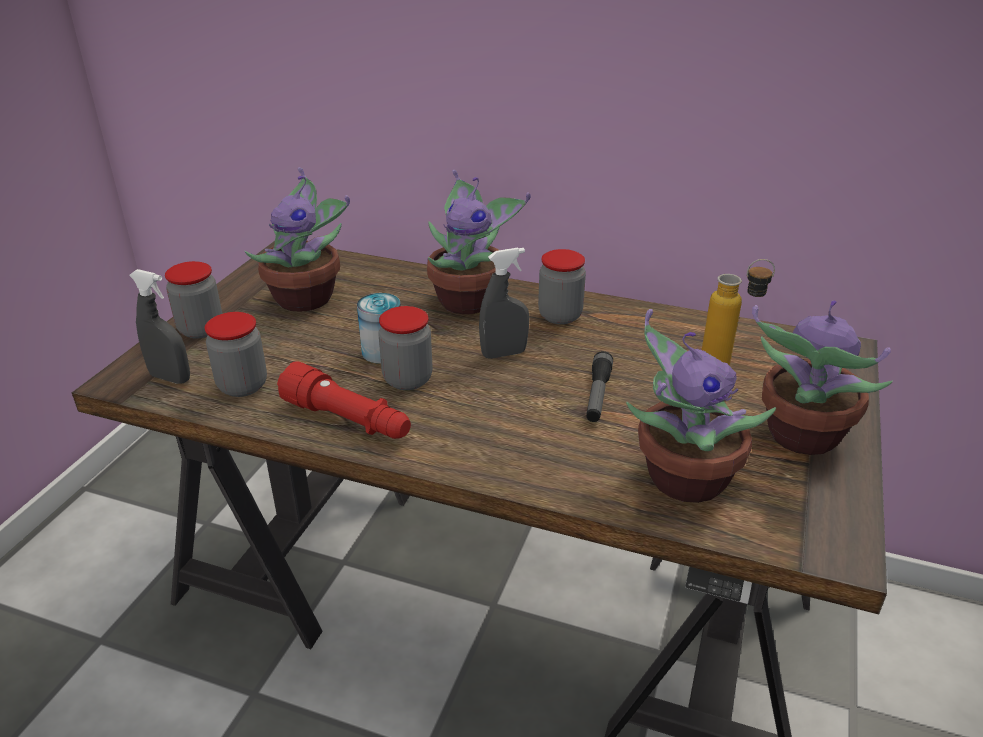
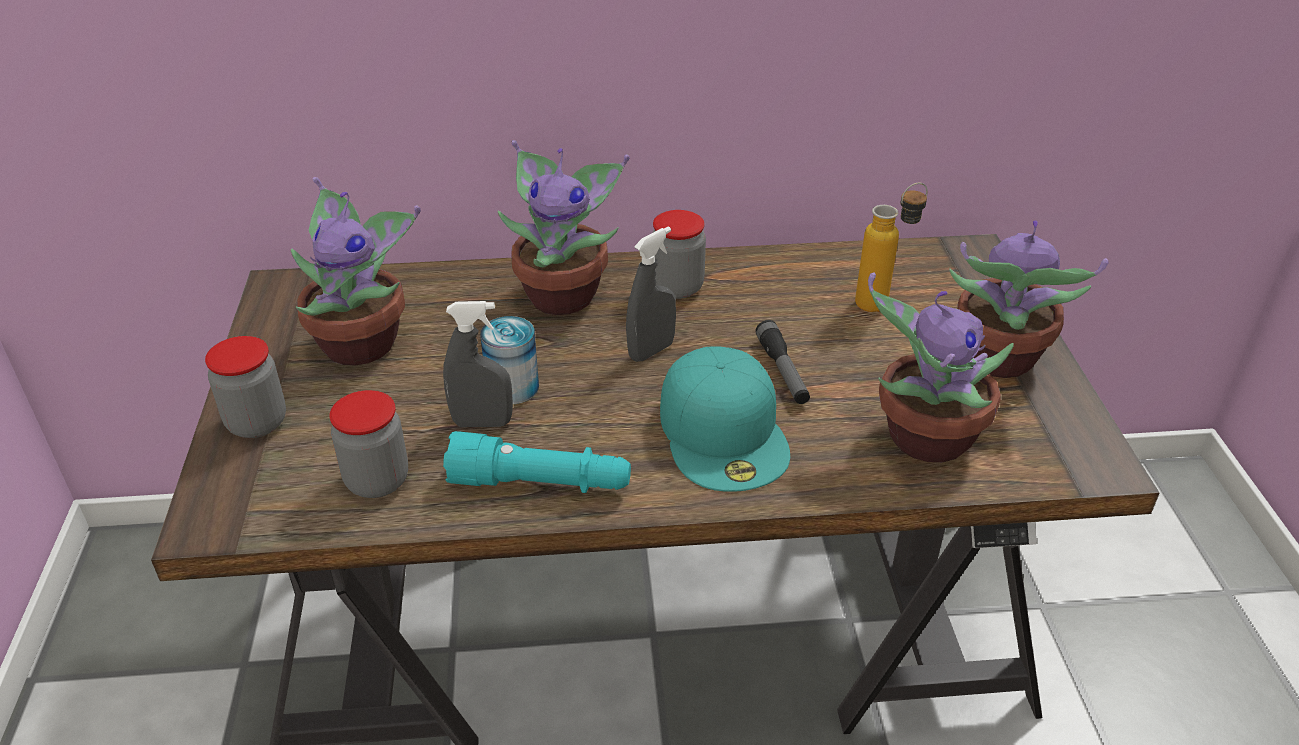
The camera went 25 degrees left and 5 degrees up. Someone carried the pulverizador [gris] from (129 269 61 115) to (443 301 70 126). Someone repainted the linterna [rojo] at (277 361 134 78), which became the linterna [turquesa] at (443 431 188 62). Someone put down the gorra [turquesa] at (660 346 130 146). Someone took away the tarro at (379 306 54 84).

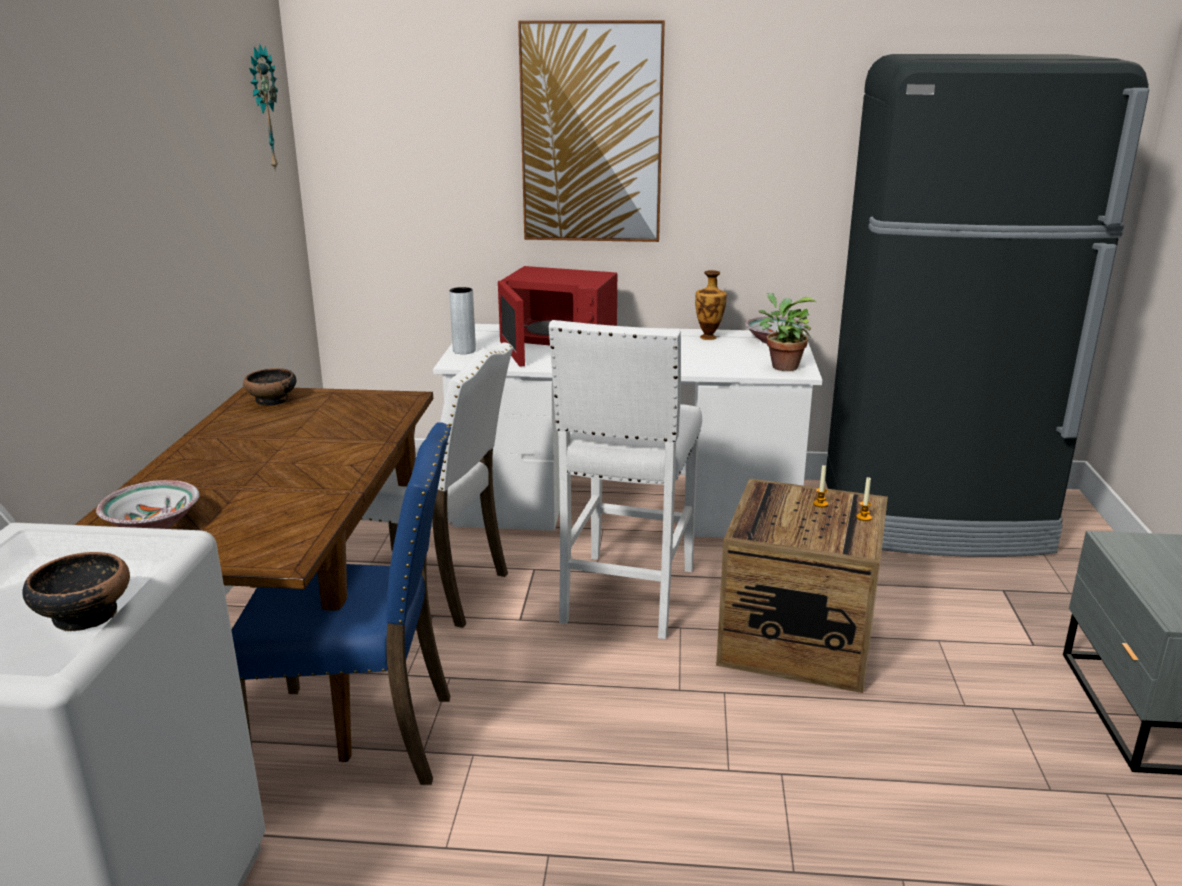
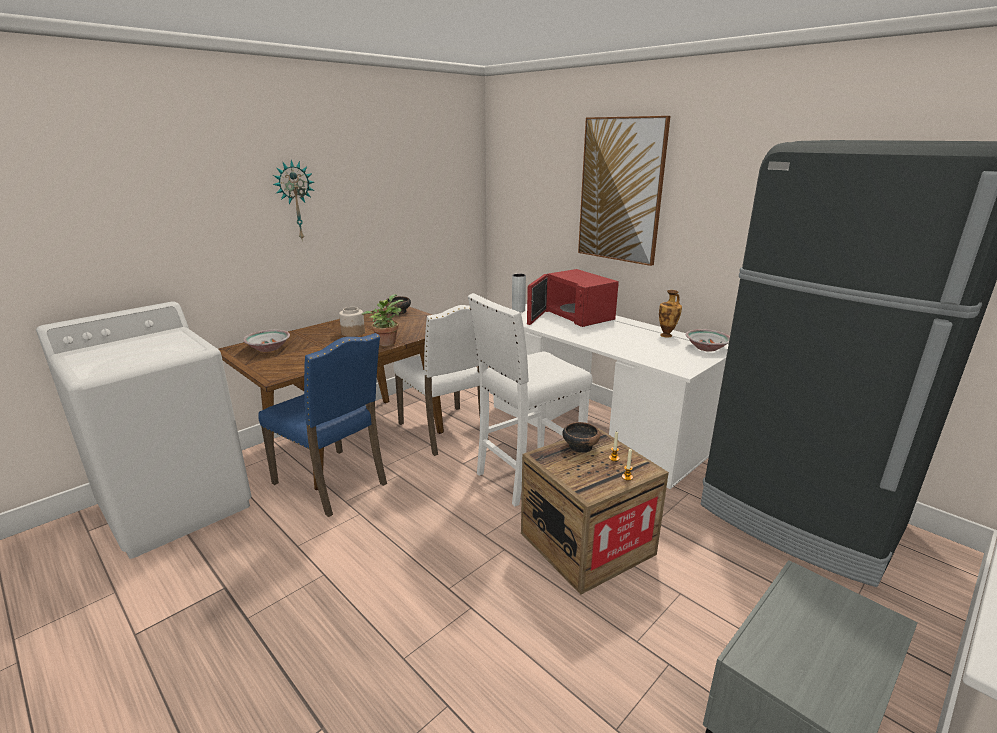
The camera went 40 degrees right and 0 degrees up. Someone carried the reloj de pared from (249 44 29 128) to (273 160 41 81). Someone put down the tarro at (339 307 26 30). Someone carried the planta en maceta from (759 293 58 78) to (362 294 42 52). Someone carried the cuenco from (22 552 108 79) to (562 422 38 31).

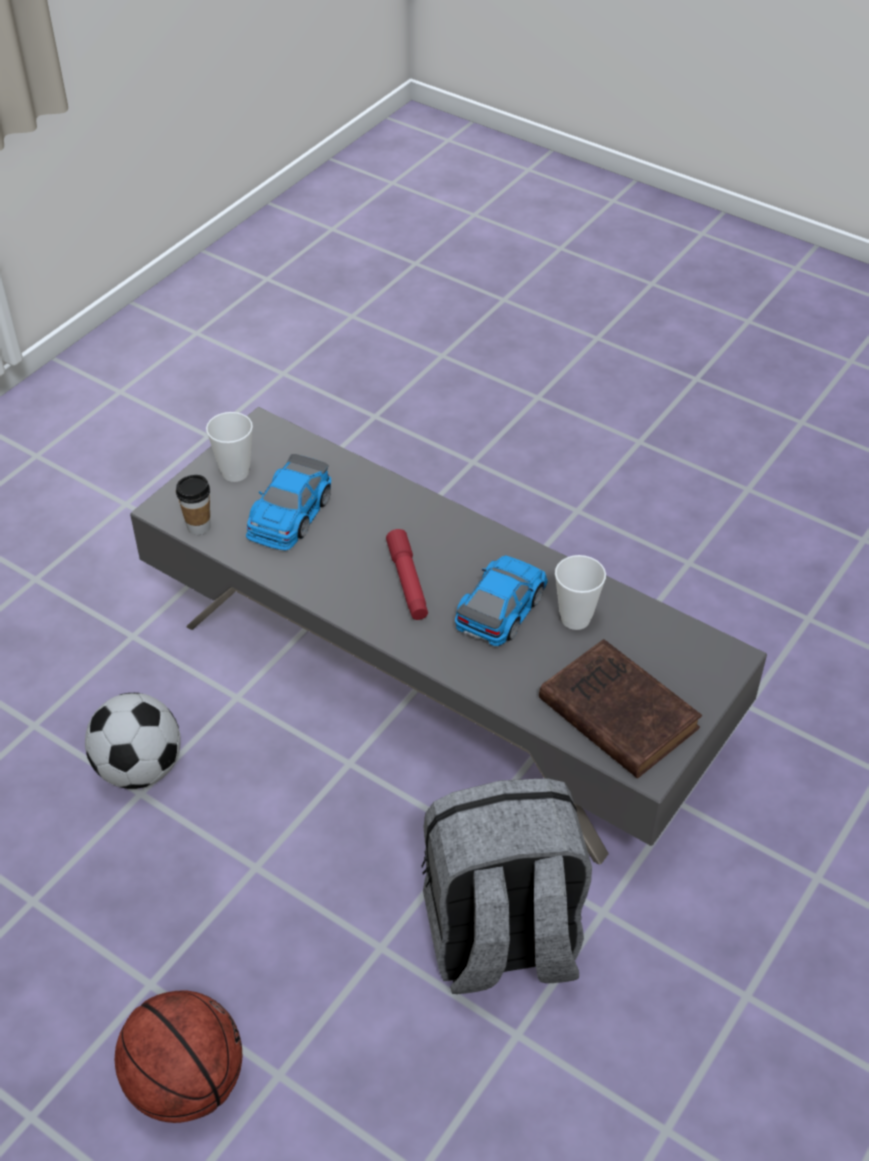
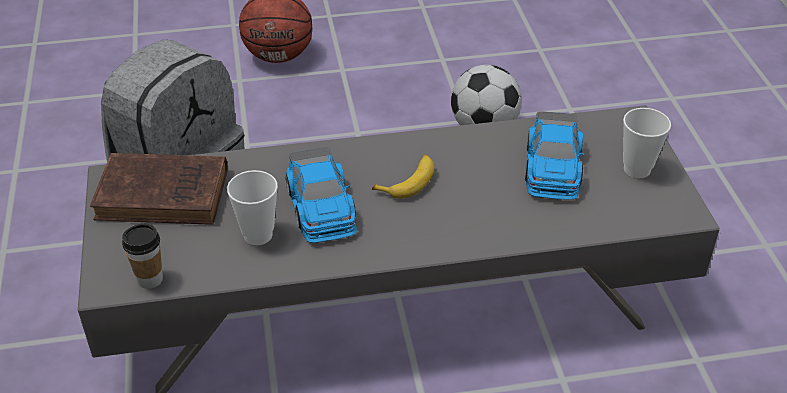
The camera went 135 degrees right and 5 degrees down. Someone carried the taza from (176 475 35 60) to (122 224 41 65). Someone swapped the linterna [rojo] at (386 529 42 91) for the plátano at (372 155 62 44). Someone rotated the coche de juguete at (246 454 85 97) by 150 degrees counterclockwise.

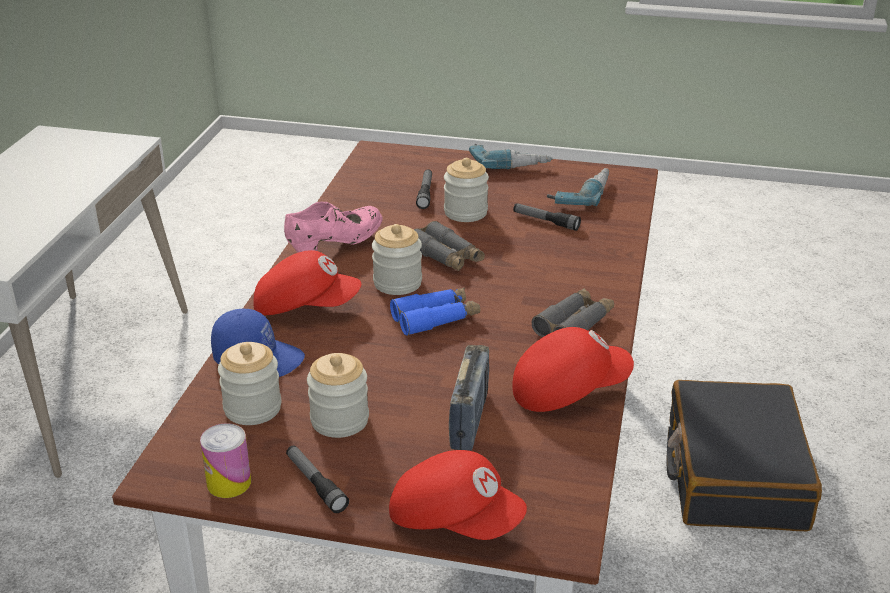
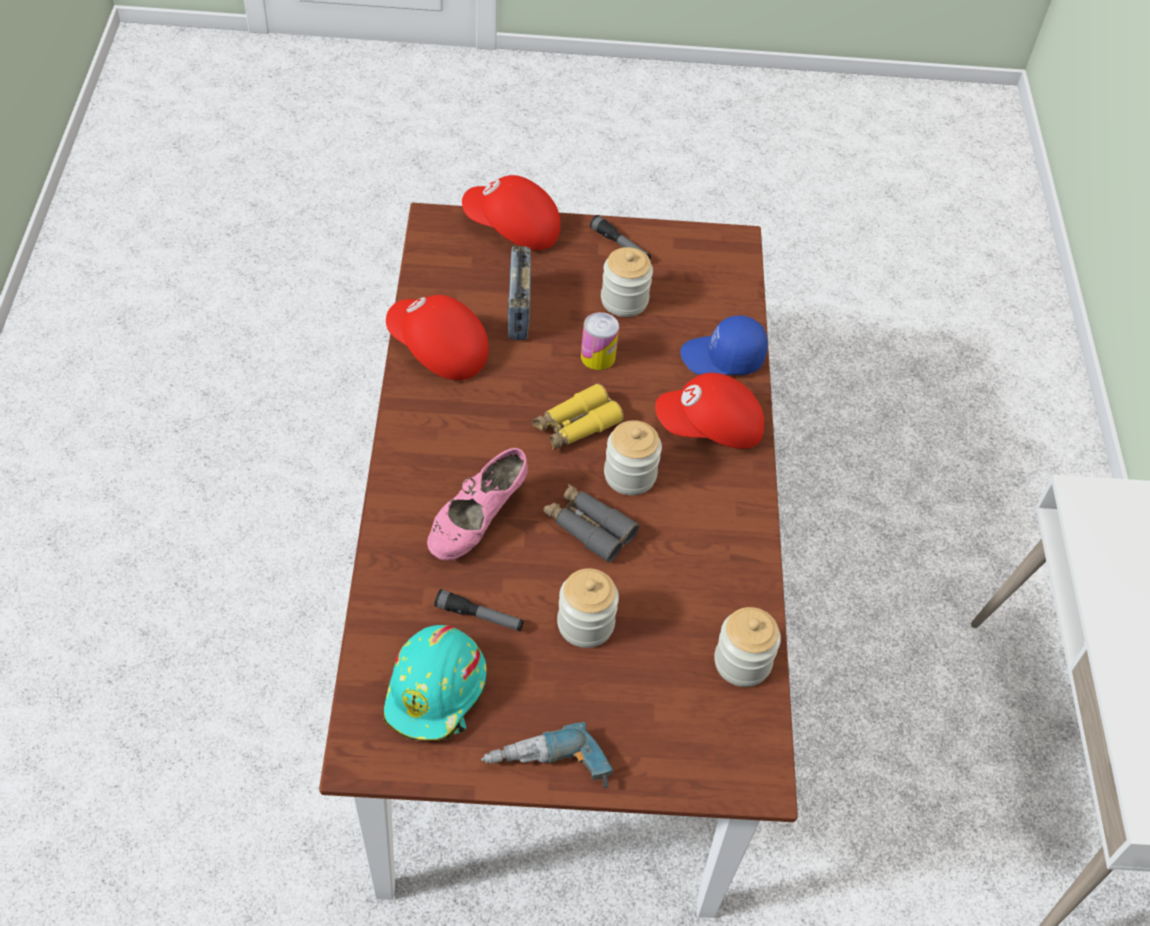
The camera went 165 degrees right and 20 degrees up. Someone swapped the taladro at (547 168 62 38) for the casco [turquesa] at (384 625 103 116). Someone rotated the gorra [rojo] at (512 327 122 85) by 60 degrees clockwise. Someone carried the zapato [rosa] from (284 202 99 51) to (427 448 101 113). Someone repainted the prismáticos [azul] at (390 288 90 48), which became the prismáticos [amarillo] at (532 383 92 67). Someone carried the lata from (200 423 51 75) to (581 312 38 58). Someone carried the tarro from (218 342 63 83) to (714 607 67 80). Someone took away the linterna at (416 169 16 40). Someone took away the prismáticos [gris] at (532 288 82 49). Someone took away the maleta [negro] at (666 380 156 151).

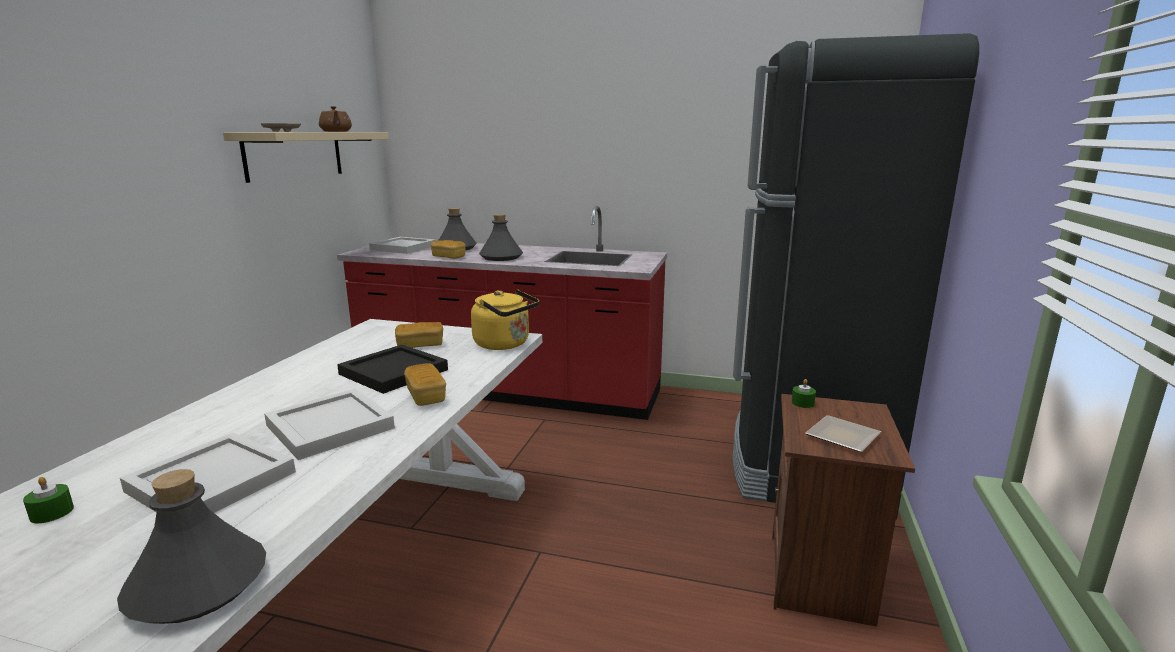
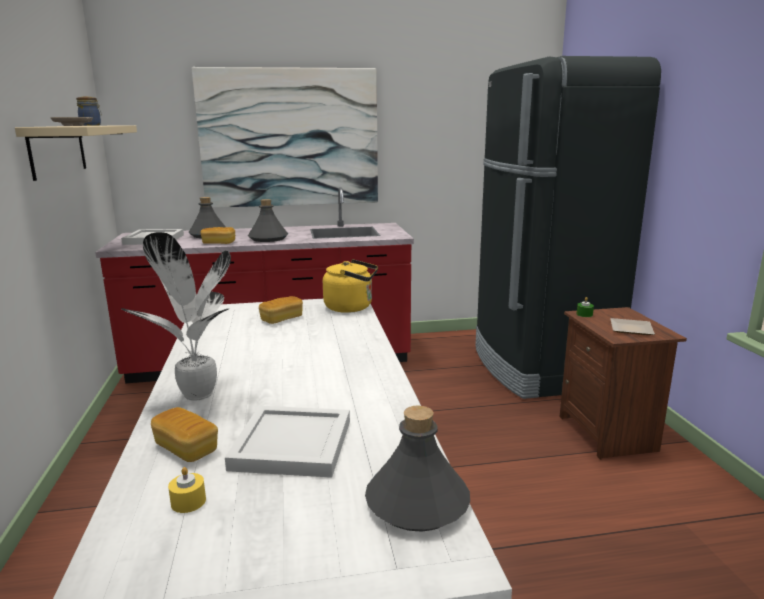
The camera went 25 degrees left and 0 degrees up. Someone swapped the tetera [marrón] at (319 106 33 26) for the tarro at (76 97 26 29). Someone put down the planta en maceta at (121 232 110 169). Someone carried the pan from (404 364 42 42) to (151 407 67 55). Someone repainted the vela [verde] at (23 477 51 46), which became the vela [amarillo] at (168 467 38 46). Someone put up the cuadro at (192 67 186 141). Someone took away the bandeja [blanco] at (264 389 131 71). Someone took away the bandeja [negro] at (337 345 111 49).

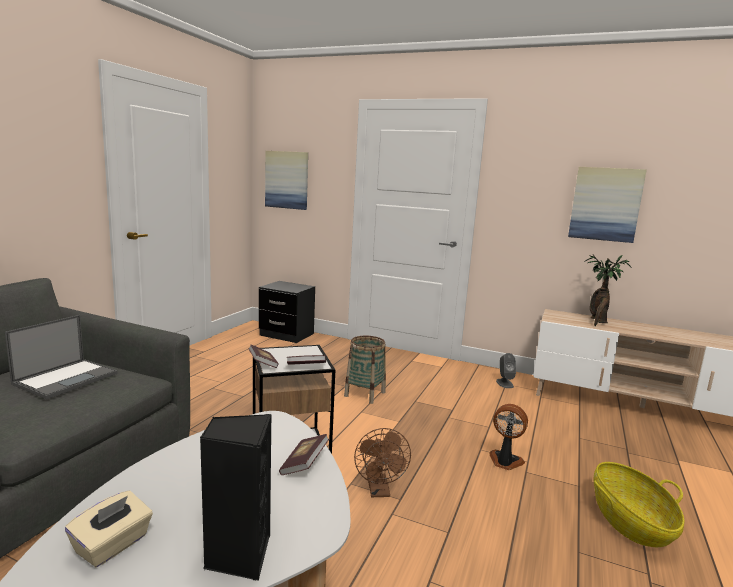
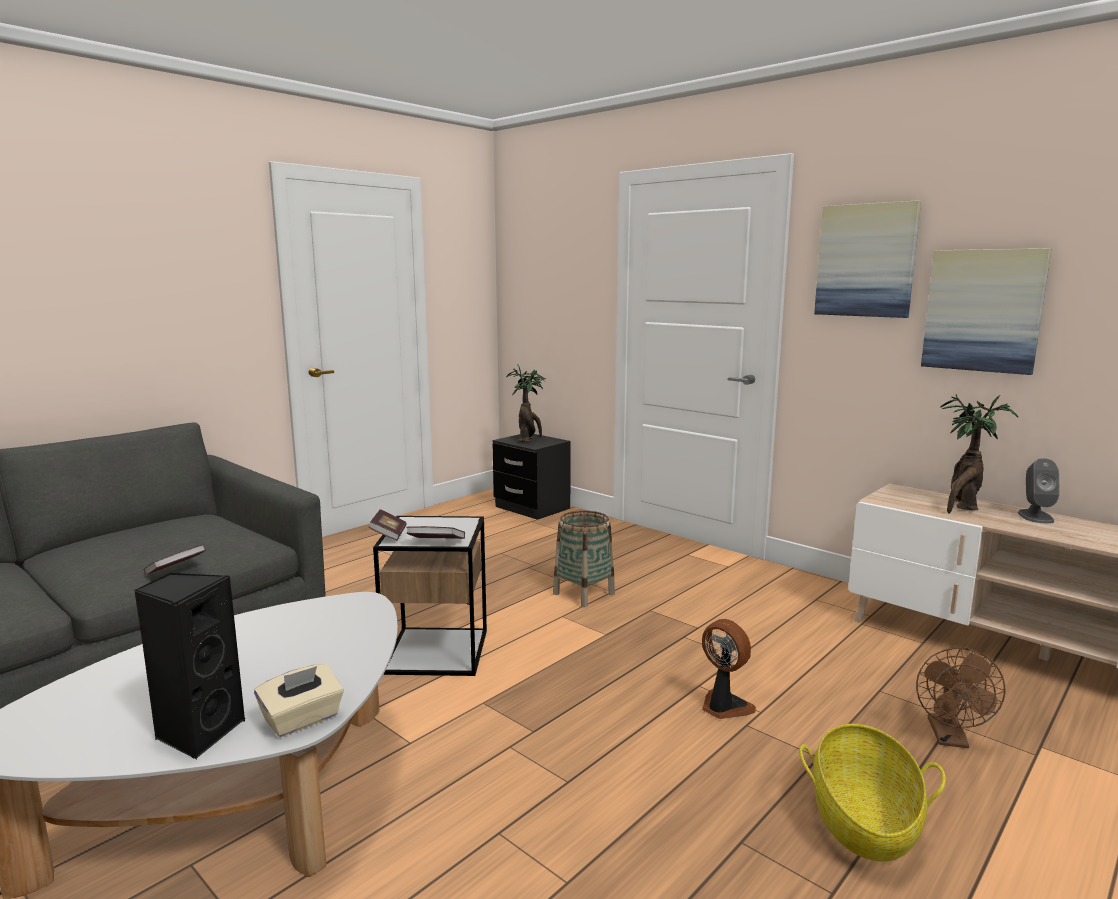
The camera went 20 degrees right and 0 degrees up. Someone carried the libro from (279 434 50 41) to (144 544 62 31). Someone carried the caja de pañuelos [beis] from (65 490 88 77) to (254 664 90 73). Someone put down the planta en maceta at (506 364 39 78). Someone carried the cuadro from (265 151 43 59) to (814 200 107 118). Someone carried the ventilador [marrón] from (354 428 57 69) to (916 648 89 100). Someone carried the altavoz [gris] from (496 353 20 35) to (1018 458 42 66). Someone took away the portátil at (5 315 113 84).

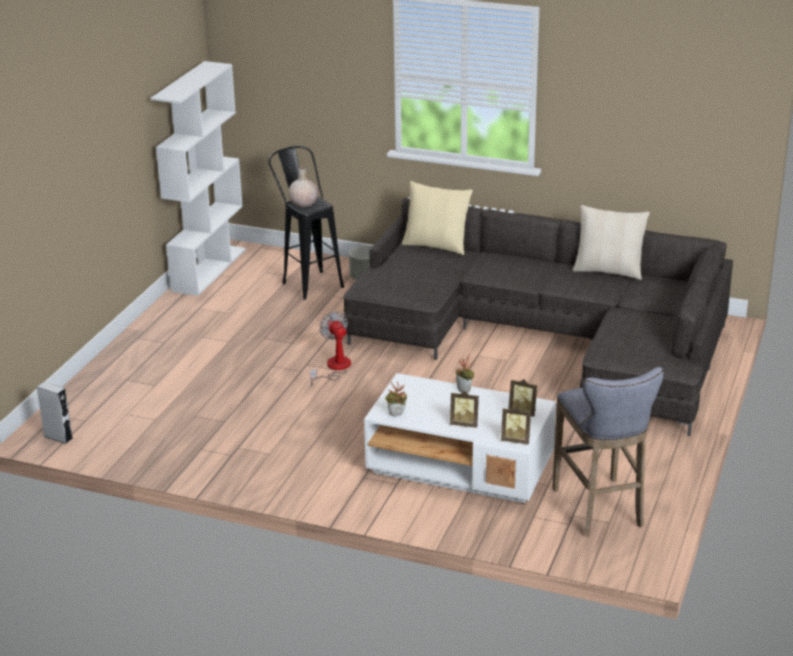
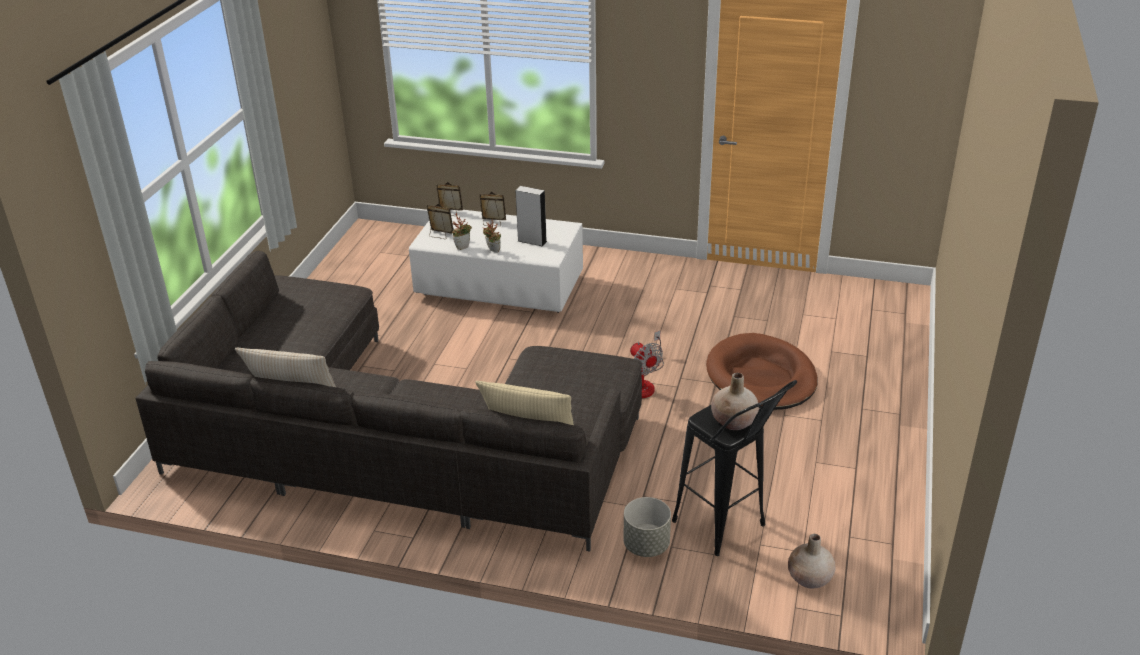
The camera went 175 degrees right and 5 degrees up. Someone carried the planta en maceta from (385 382 22 34) to (452 213 20 37). Someone carried the altavoz [gris] from (36 382 37 62) to (515 186 32 61). Someone put down the cama para perro [marrón] at (706 333 112 77). Someone put down the florero [beis] at (788 534 47 55). Someone took away the estantería [blanco] at (151 61 95 235). Someone took away the taburete [gris] at (552 367 112 170).

